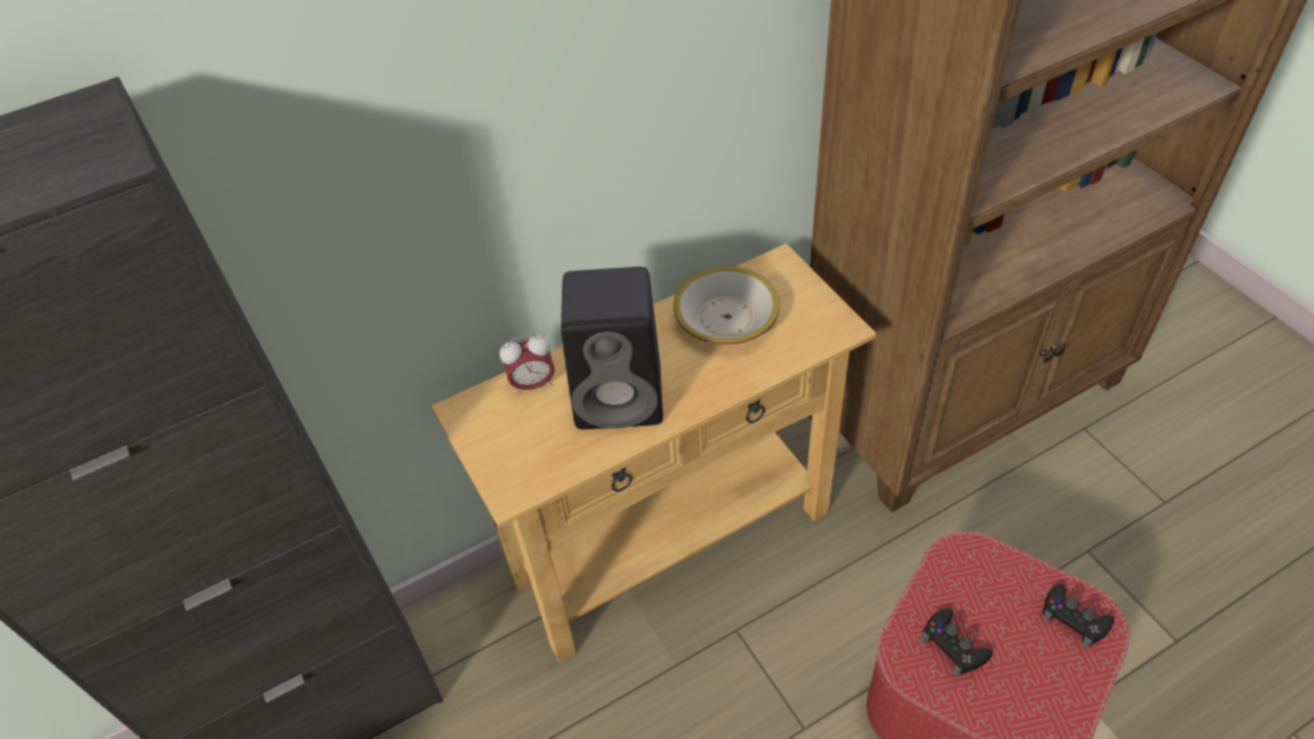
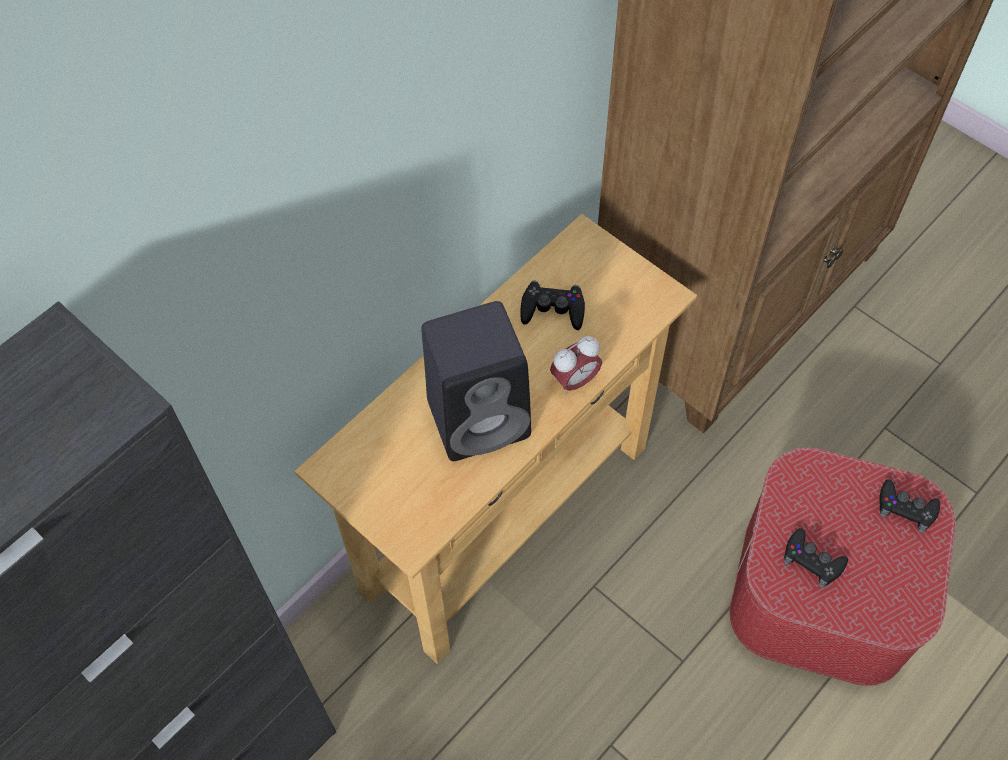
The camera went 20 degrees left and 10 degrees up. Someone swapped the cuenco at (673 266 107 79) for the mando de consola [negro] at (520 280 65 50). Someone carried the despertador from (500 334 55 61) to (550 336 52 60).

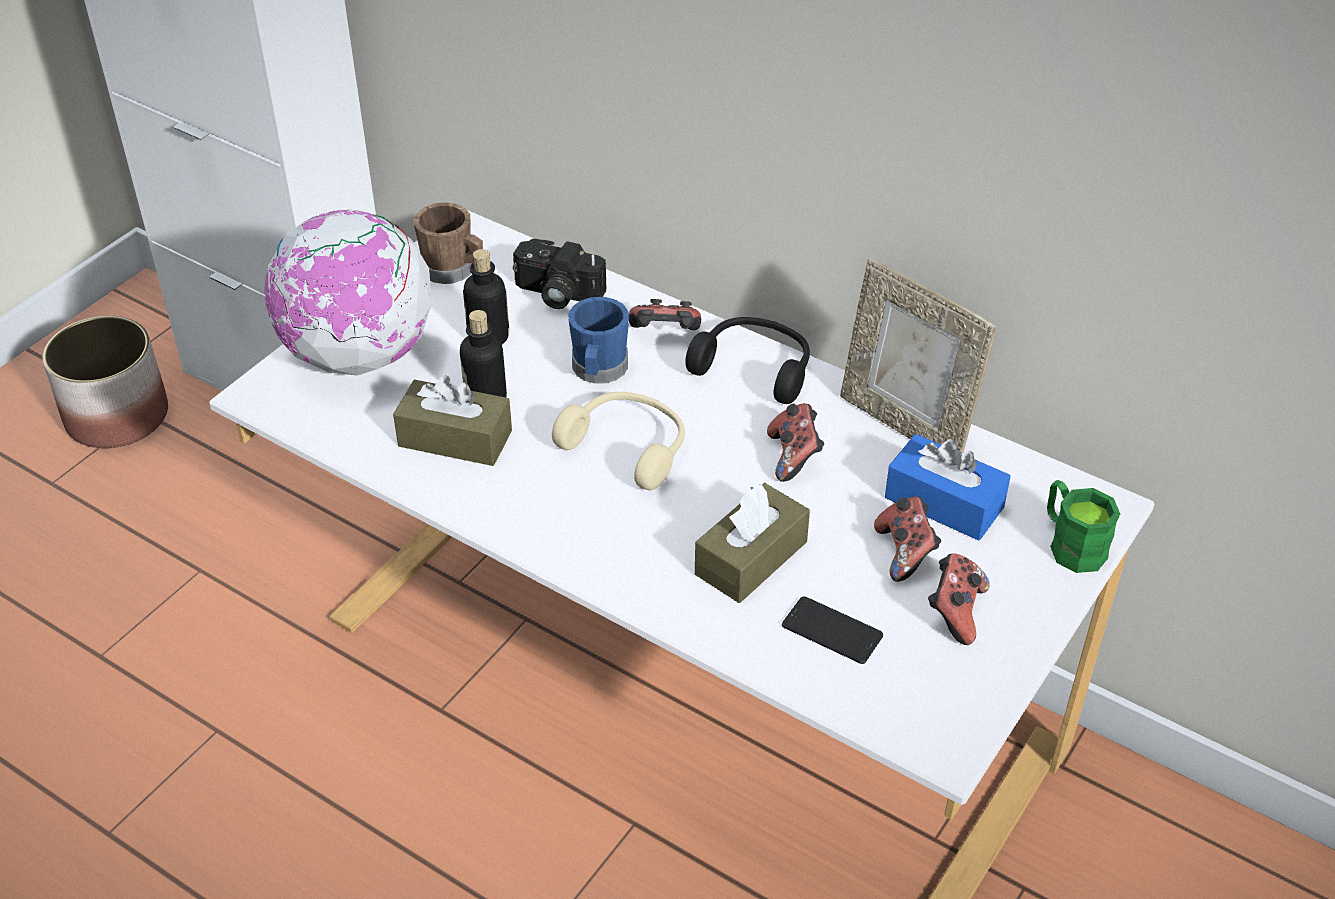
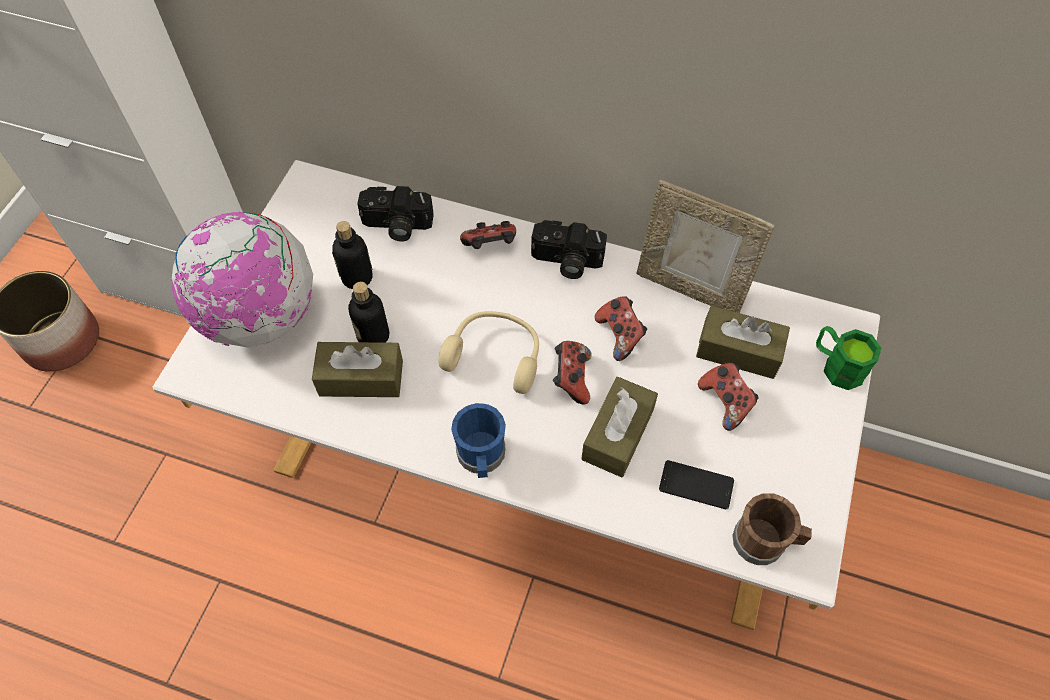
The camera went 15 degrees left and 15 degrees up. Someone carried the taza grande [azul] from (568 297 61 86) to (451 403 55 75). Someone swapped the auriculares [negro] at (685 317 125 87) for the cámara at (531 220 76 59). Someone carried the mando de consola from (928 553 61 92) to (553 341 39 64). Someone repainted the caja de pañuelos [azul] at (885 434 126 107), which became the caja de pañuelos [marrón] at (696 306 94 73). Someone carried the taza grande [marrón] from (414 202 69 82) to (732 493 80 72).

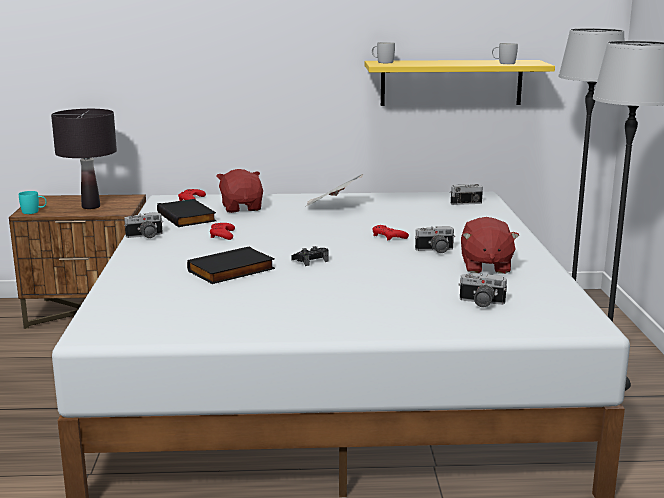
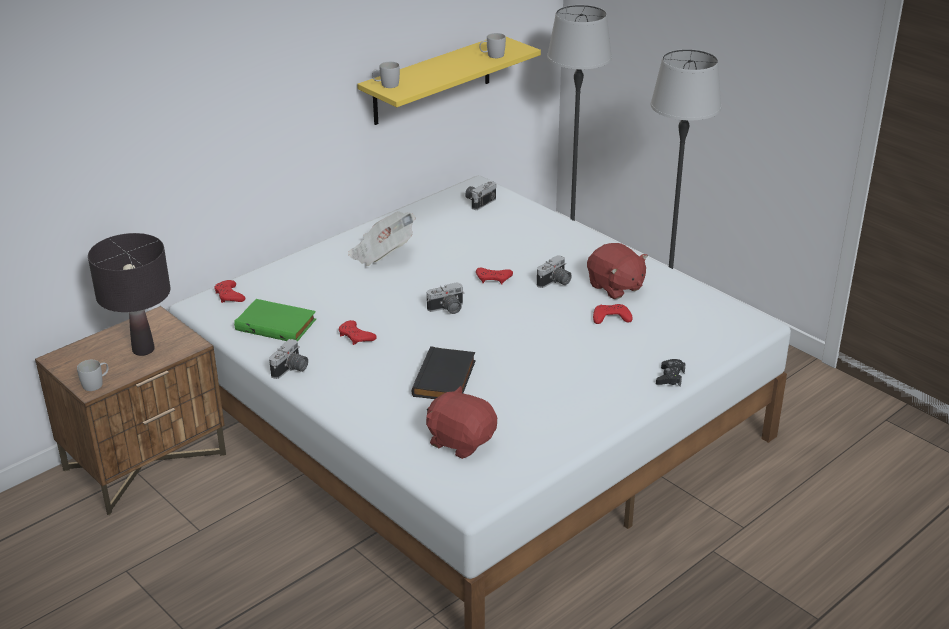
The camera went 40 degrees left and 15 degrees up. Someone repainted the taza grande [turquesa] at (19 191 28 23), which became the taza grande [blanco] at (77 360 32 31). Someone repainted the libro [negro] at (157 199 59 28), which became the libro [verde] at (234 299 82 42). Someone carried the peluche [rojo] from (216 169 47 44) to (426 386 71 73). Someone carried the cámara from (458 274 49 33) to (427 282 38 32). Someone put down the mando de consola [rojo] at (593 304 39 20). Someone carried the mando de consola [negro] from (291 246 38 20) to (656 359 30 27).

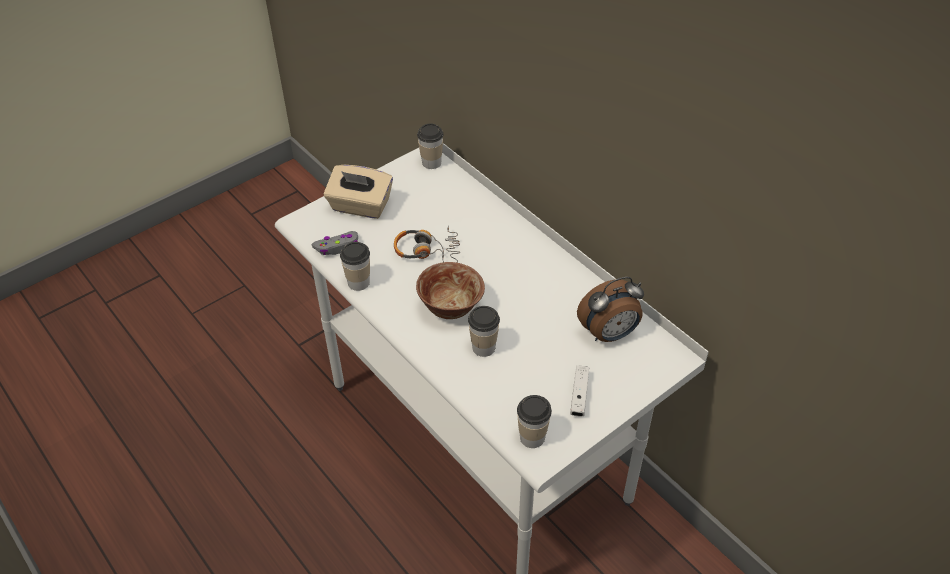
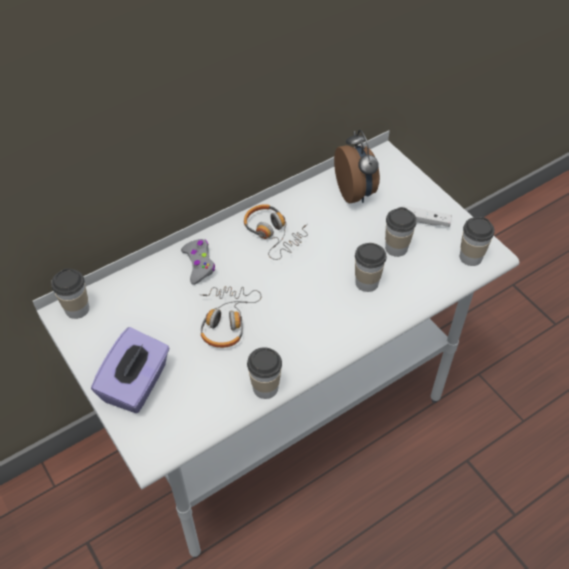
The camera went 85 degrees left and 5 degrees up. Someone repainted the caja de pañuelos [beis] at (324 165 69 54), which became the caja de pañuelos [morado] at (91 327 79 86). Someone carried the mando de consola [gris] from (312 231 46 24) to (181 239 34 46). Someone put down the auriculares at (244 204 64 56). Someone put down the taza at (385 207 32 50). Someone took away the cuenco at (416 262 69 57).

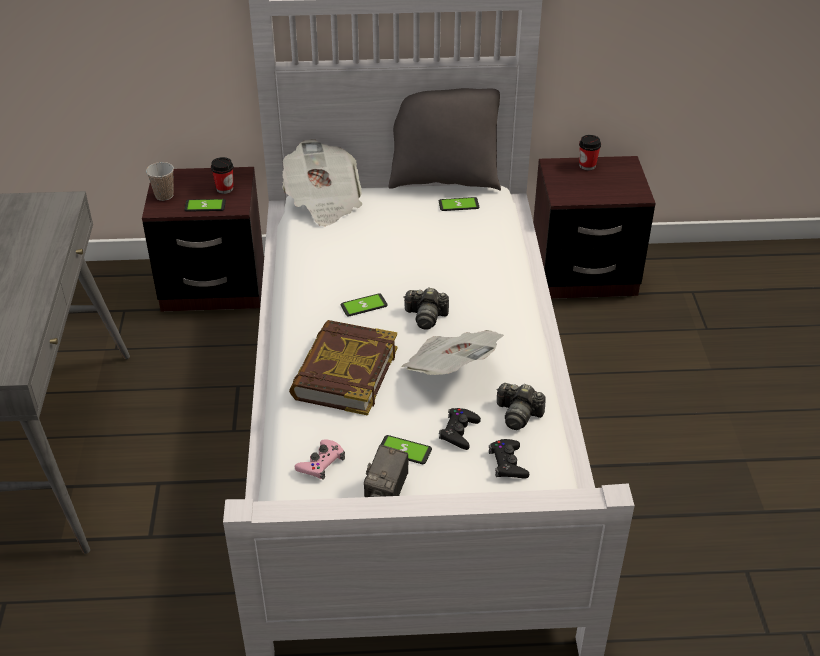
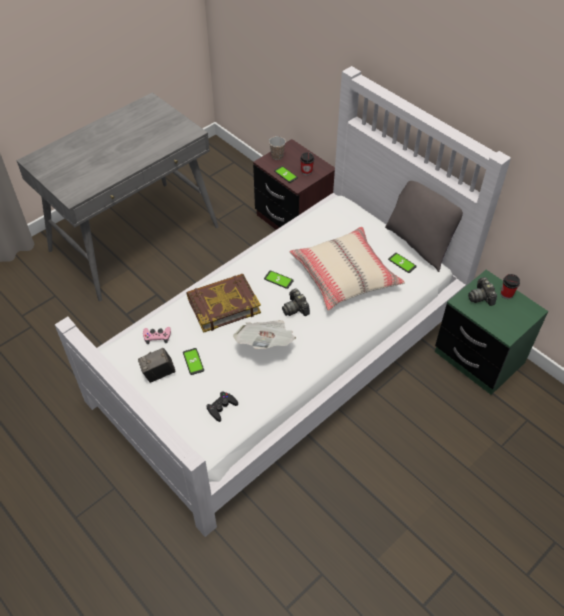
The camera went 50 degrees right and 10 degrees up. Someone put down the cojín [beis] at (290 227 115 84). Someone repainted the mesita de noche [marrón] at (533 156 123 143), which became the mesita de noche [verde] at (435 270 113 125). Someone carried the cámara from (496 383 50 47) to (468 277 29 29). Someone took away the periódico at (282 139 80 87). Someone took away the mando de consola [negro] at (439 408 42 42).

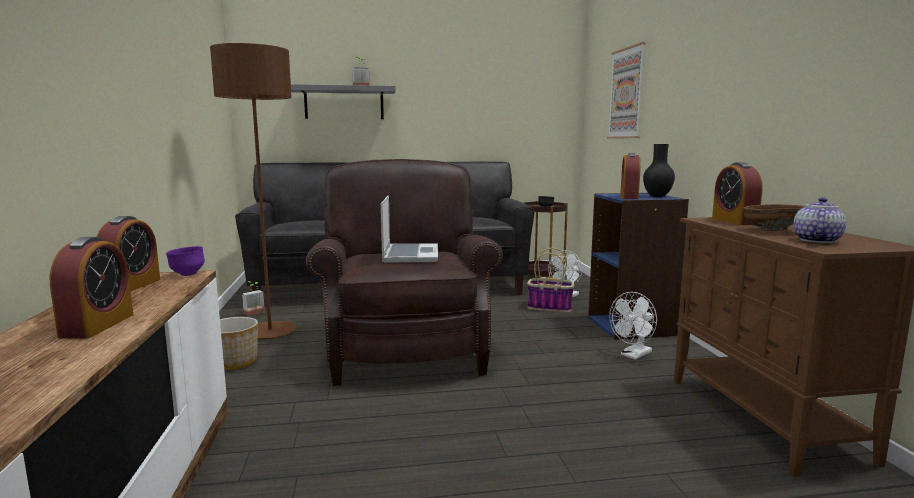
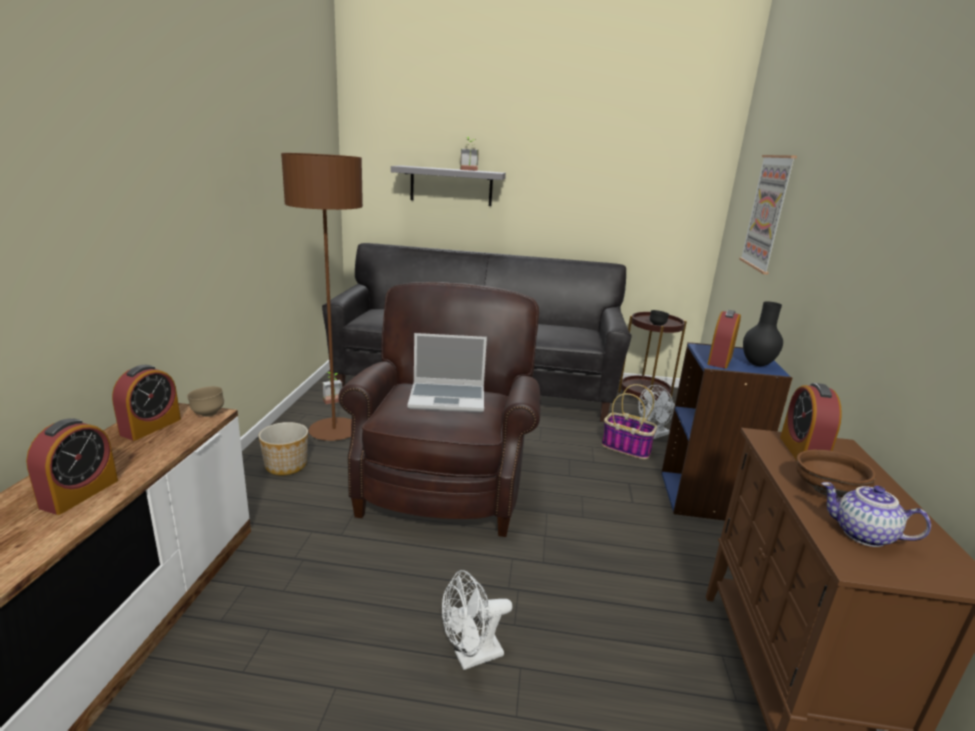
The camera went 15 degrees right and 10 degrees up. Someone repainted the cuenco [morado] at (166 246 39 30), which became the cuenco [marrón] at (187 386 37 31). Someone rotated the portátil at (381 195 57 67) by 75 degrees clockwise. Someone carried the ventilador [blanco] from (609 292 48 68) to (442 570 70 100). Someone rotated the tetera at (793 197 53 46) by 105 degrees counterclockwise.

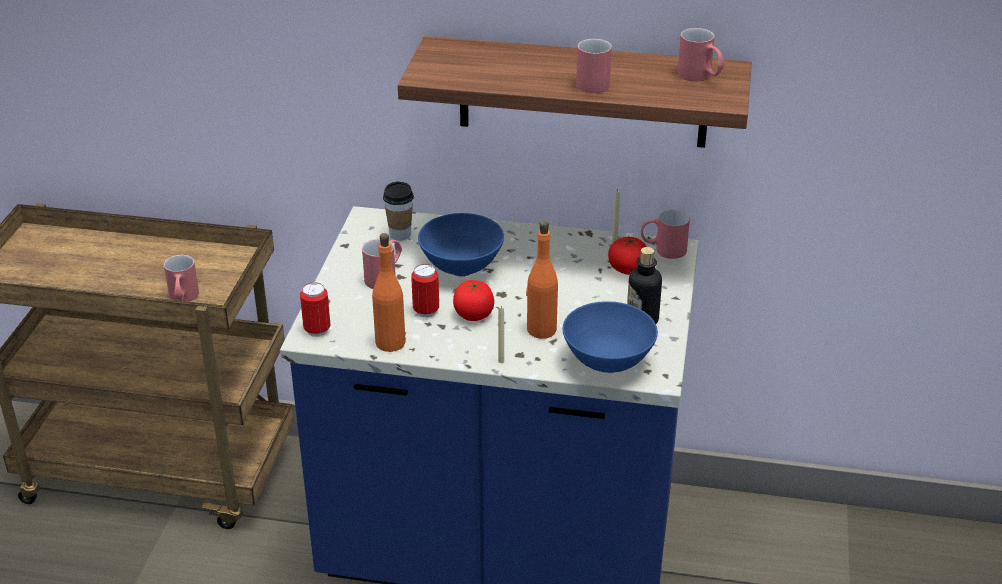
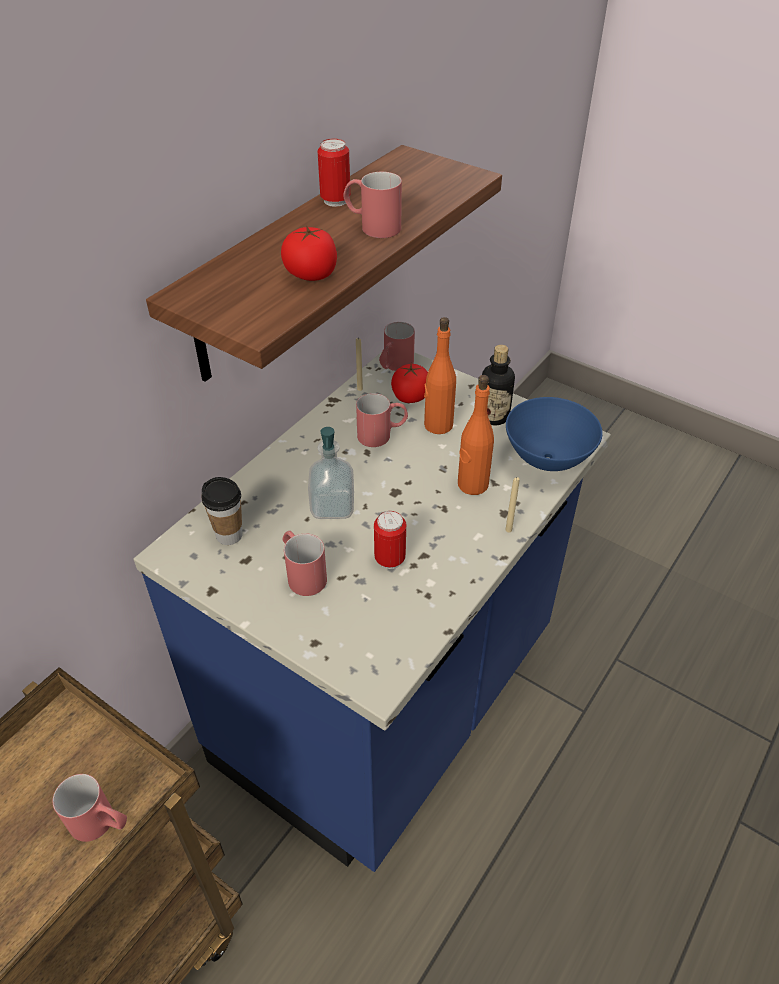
The camera went 65 degrees left and 10 degrees up. Someone carried the tomate from (453 280 41 41) to (281 225 56 56). Someone swapped the cuenco [azul] at (418 213 86 63) for the dispensador de jabón at (308 427 46 92). Someone carried the lata from (300 283 30 54) to (317 139 34 68). Someone carried the taza grande [rojo] from (677 28 48 54) to (356 393 52 54). Someone carried the botella [naranja] from (372 233 34 119) to (424 317 32 117).

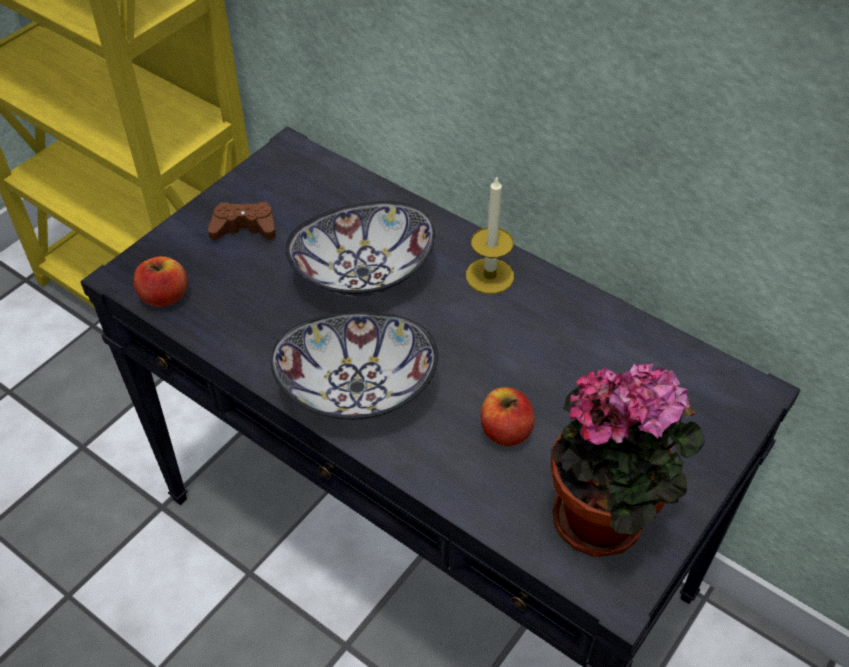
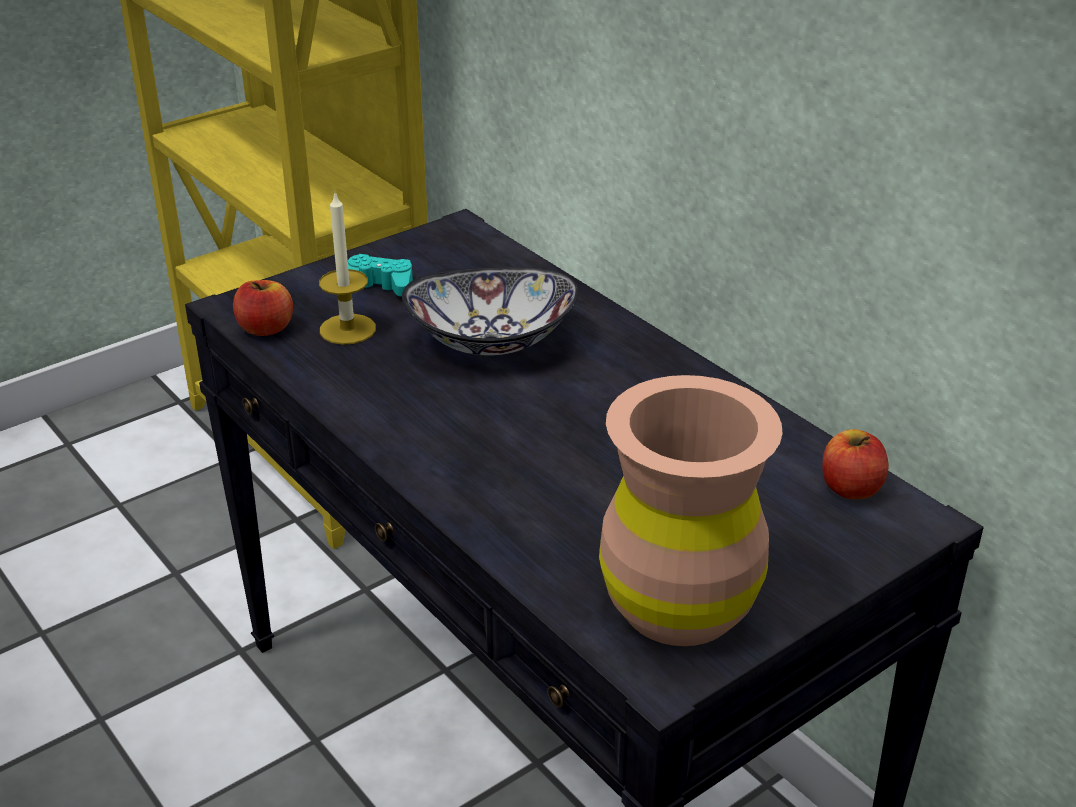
The camera went 15 degrees right and 15 degrees down. Someone carried the vela from (466 176 48 118) to (319 192 57 153). Someone repainted the mando de consola [marrón] at (208 202 68 38), which became the mando de consola [turquesa] at (348 254 65 43). Someone swapped the planta en maceta at (551 363 154 194) for the florero [marrón] at (599 375 184 271). Someone carried the manzana from (481 387 54 59) to (822 429 66 71). Someone took away the cuenco at (271 312 167 108).

